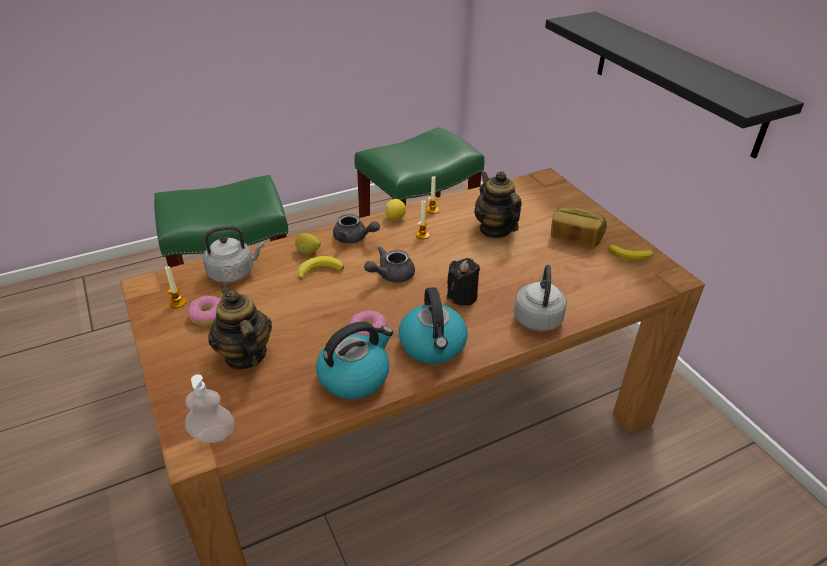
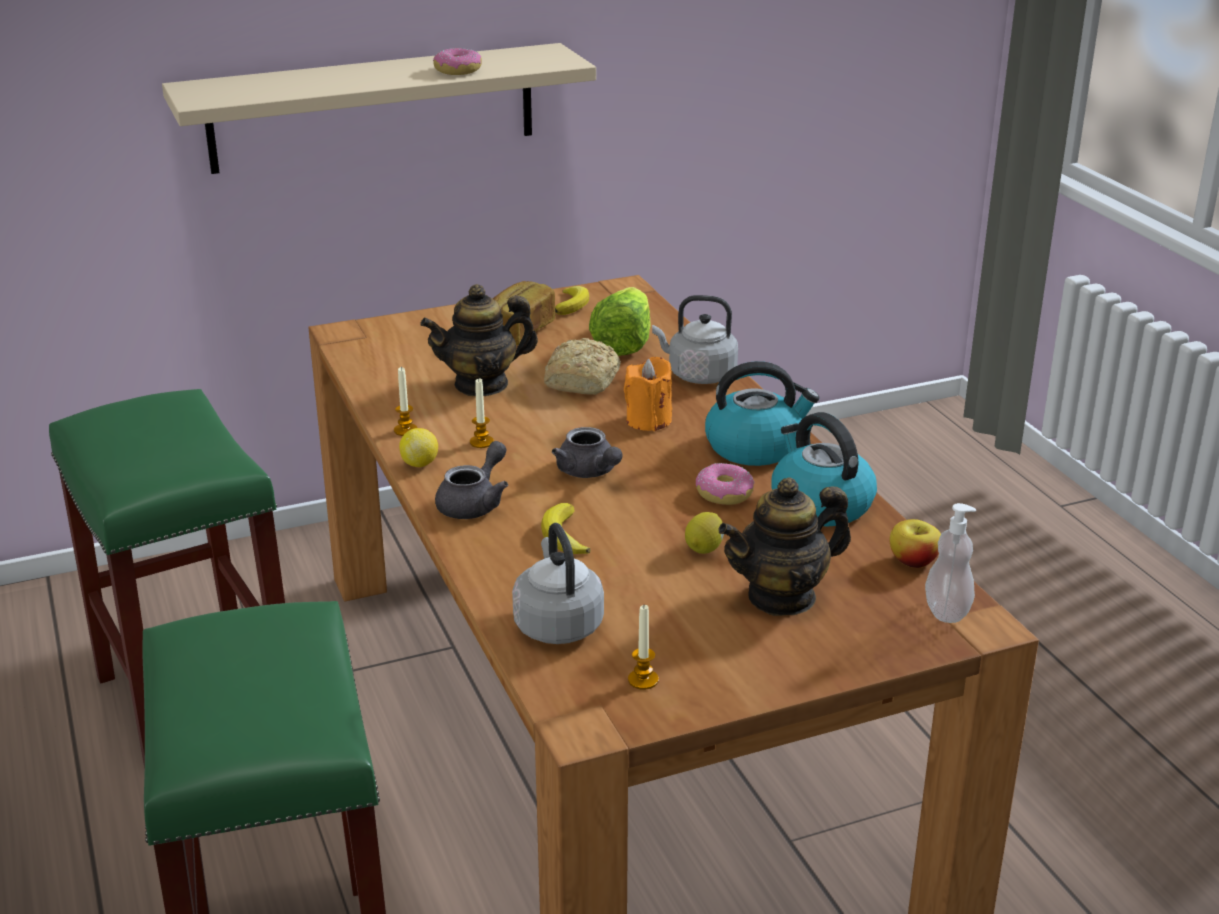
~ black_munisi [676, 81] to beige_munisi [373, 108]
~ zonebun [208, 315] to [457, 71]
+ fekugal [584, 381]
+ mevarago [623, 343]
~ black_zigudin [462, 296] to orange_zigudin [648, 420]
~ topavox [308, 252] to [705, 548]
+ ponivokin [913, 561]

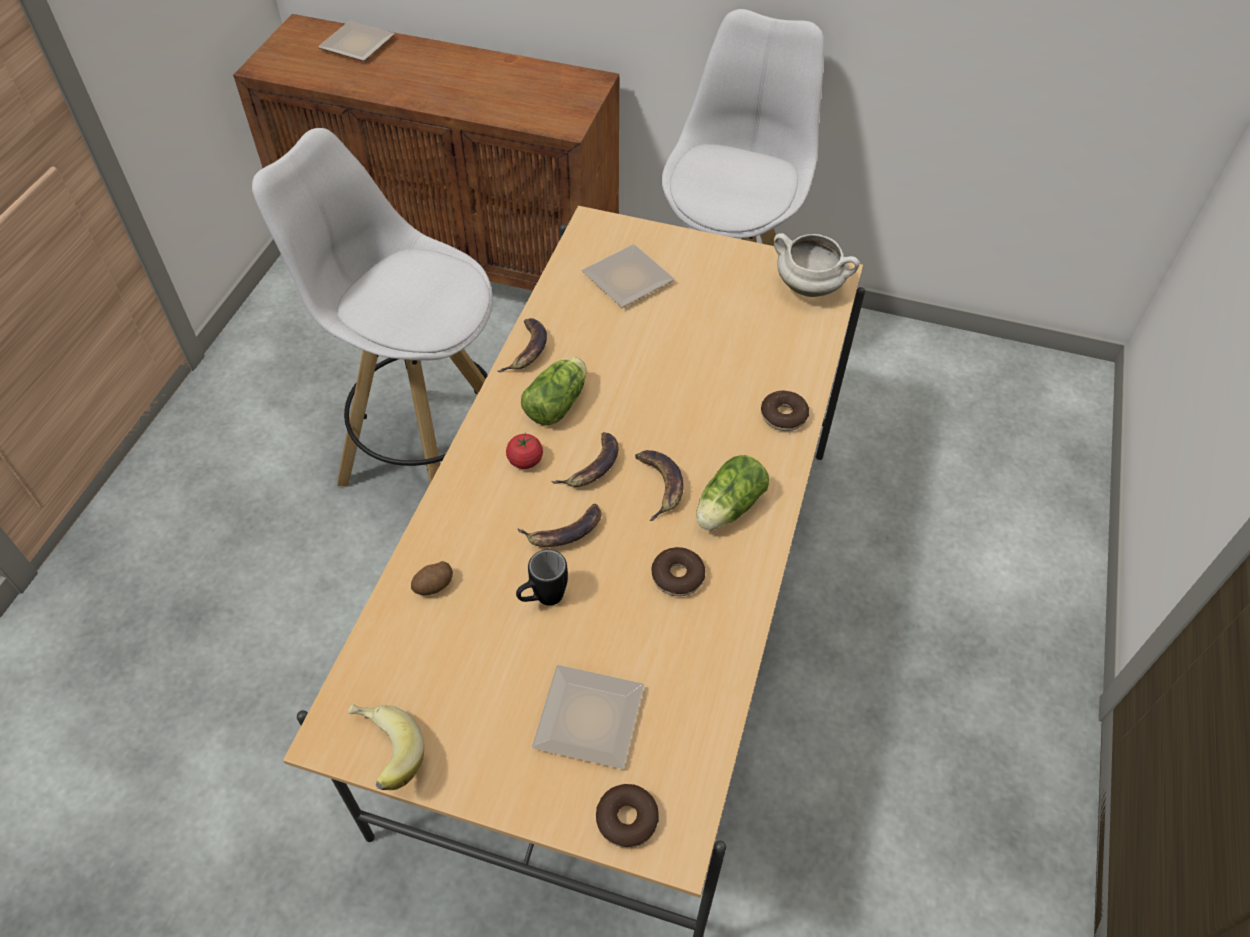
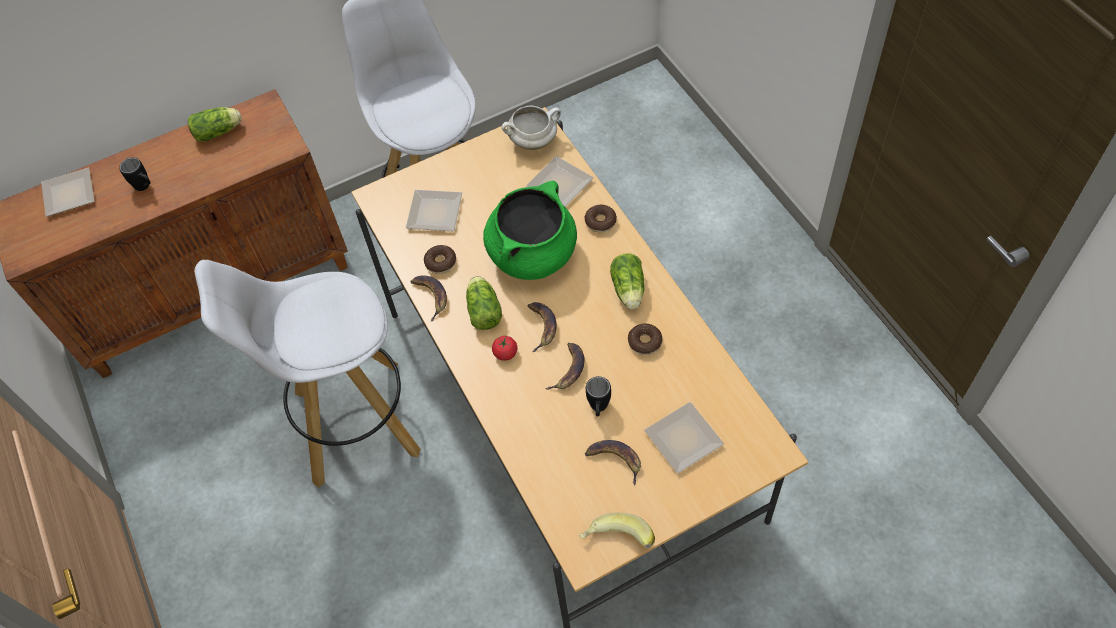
+ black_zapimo [145, 187]
+ mevarago [220, 132]
~ zonebun [627, 819] to [441, 262]
+ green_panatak [532, 254]
+ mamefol [562, 184]
~ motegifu [659, 485] to [615, 460]
- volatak [434, 586]

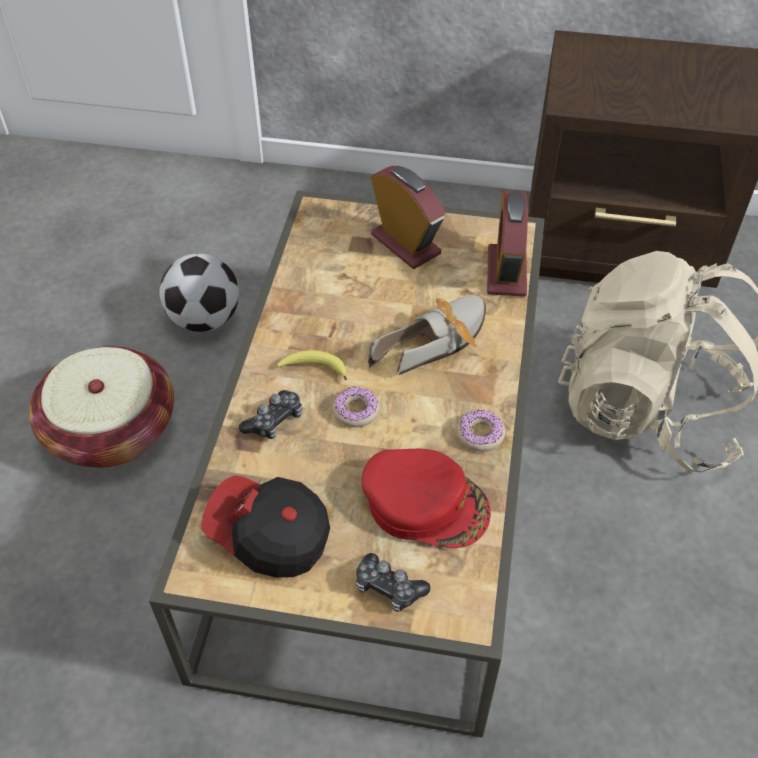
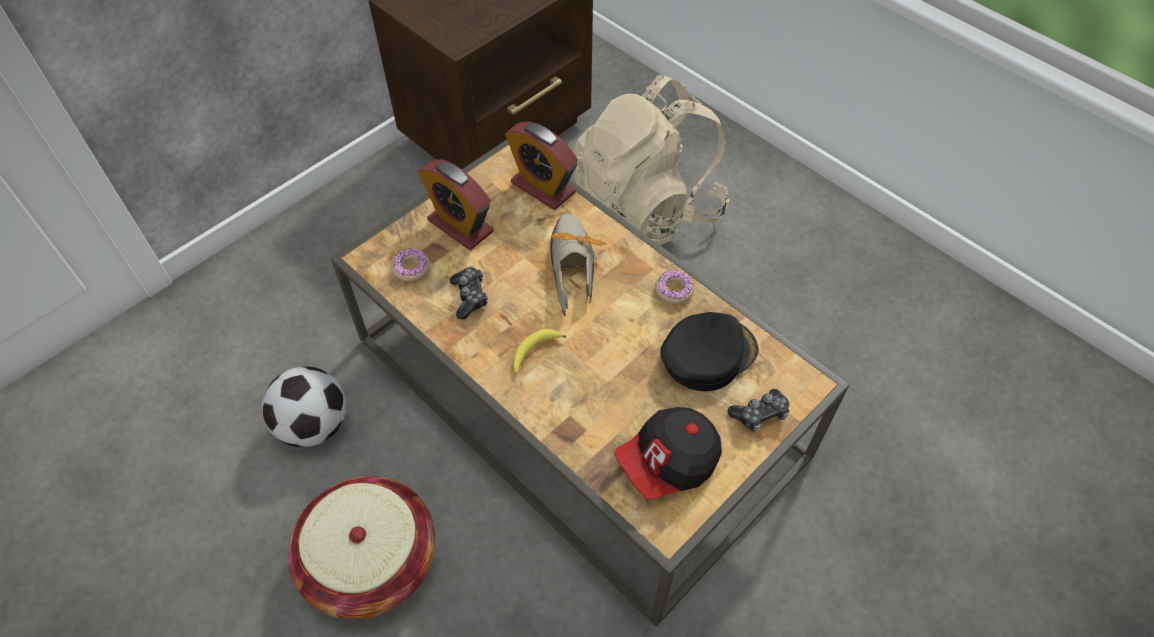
~ zonebun [356, 411] to [411, 268]
~ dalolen [405, 244] = [460, 226] 135 degrees counterclockwise
~ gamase [274, 421] to [470, 296]
~ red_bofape [425, 503] to black_bofape [707, 354]

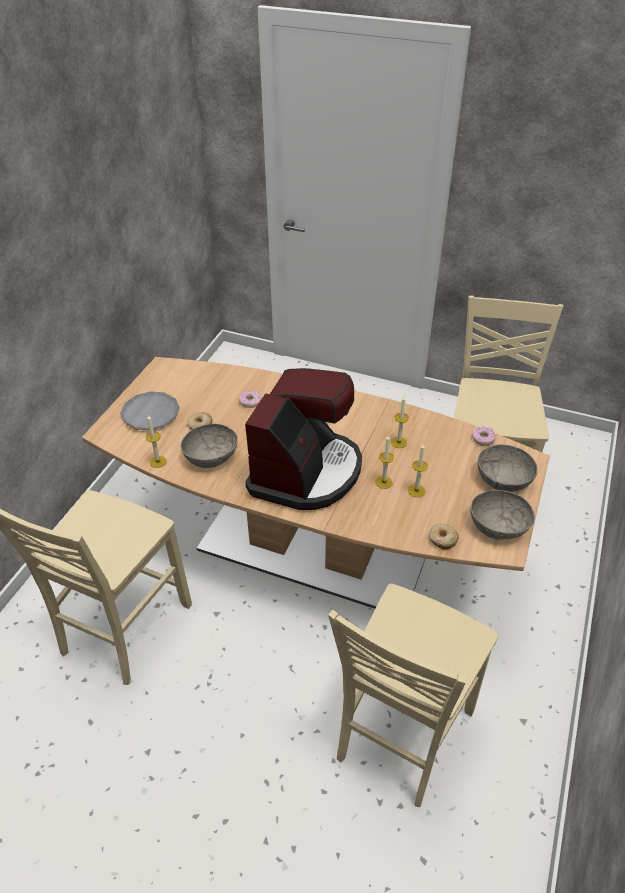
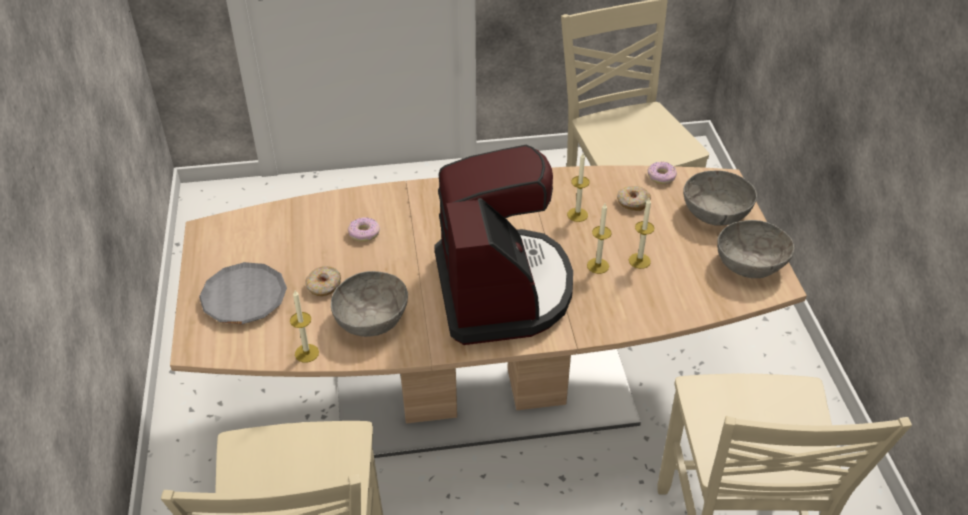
~ zonebun [442, 539] to [632, 203]

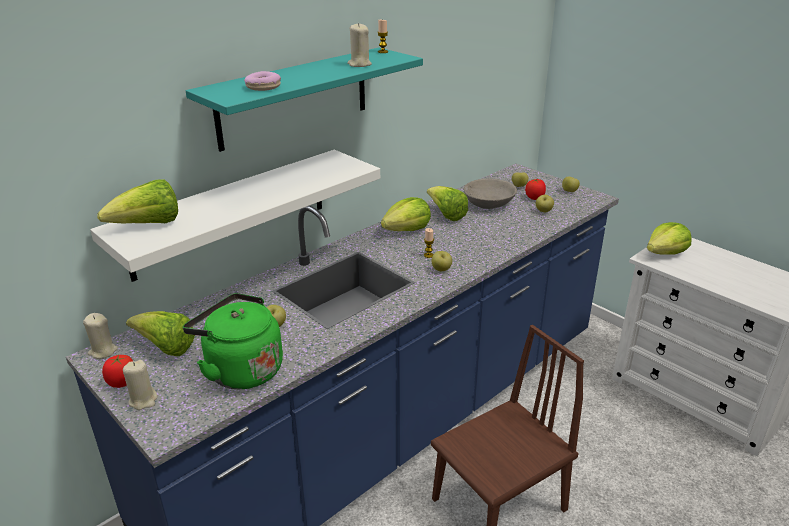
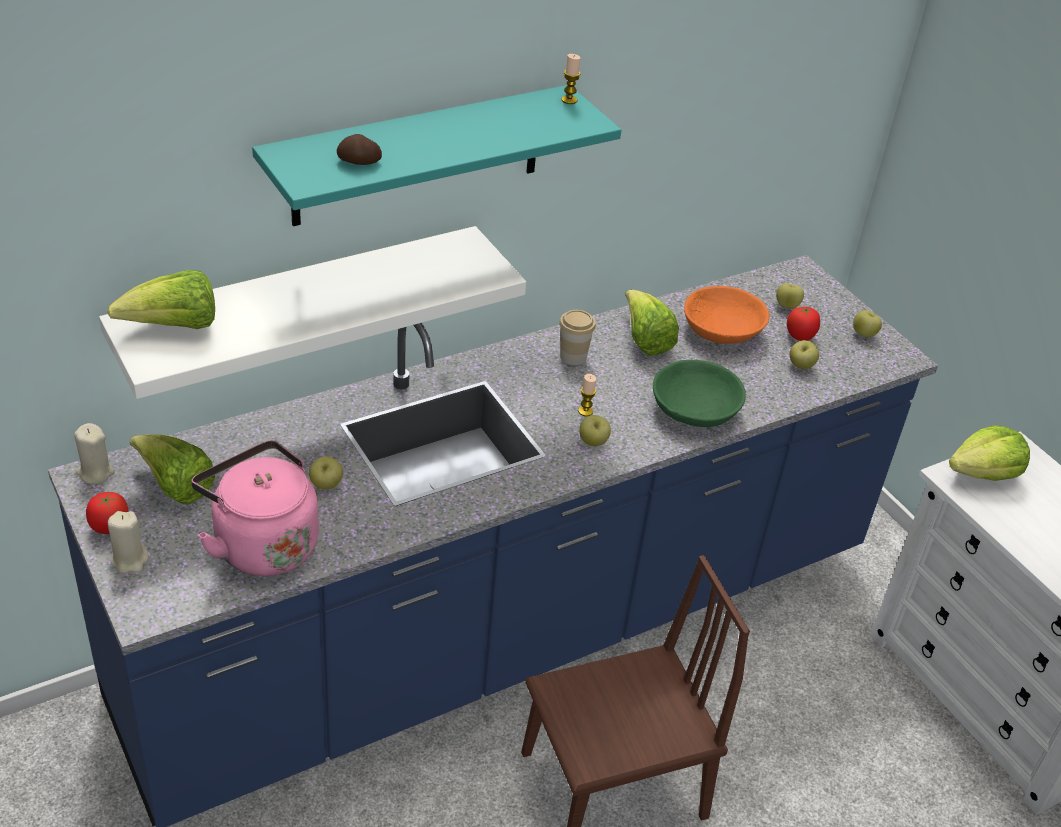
~ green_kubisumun [241, 369] to pink_kubisumun [261, 543]
~ zonebun [263, 87] to volatak [359, 162]
~ mevarago [407, 230] to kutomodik [573, 356]
+ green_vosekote [695, 409]
~ grey_vosekote [489, 203] to orange_vosekote [722, 330]
- beige_zigudin [359, 64]

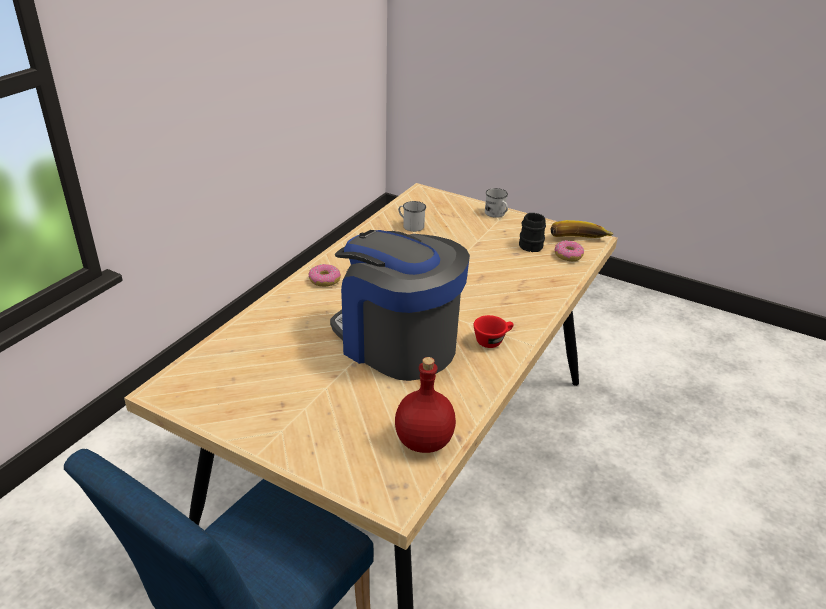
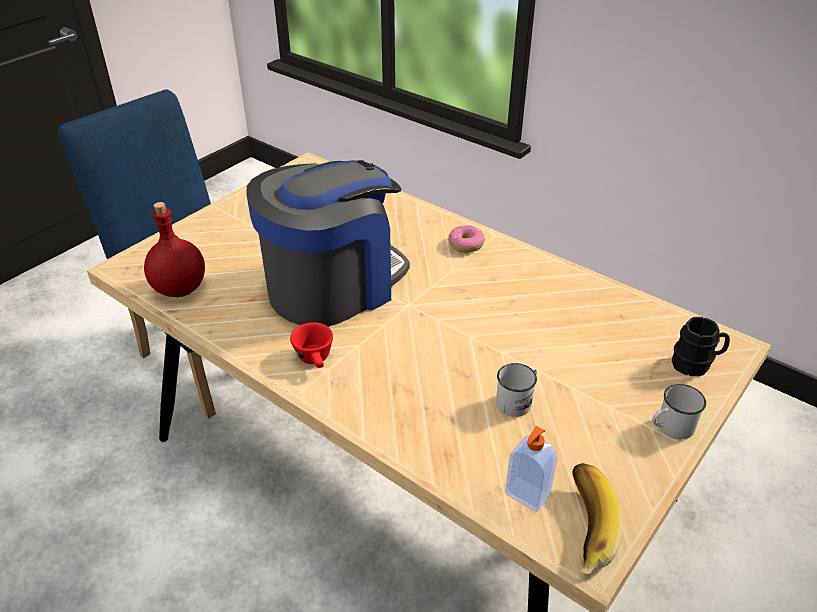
~ white_zapimo [410, 225] to [517, 400]
~ zonebun [568, 255] to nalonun [526, 495]
~ black_zapimo [529, 244] to [696, 364]

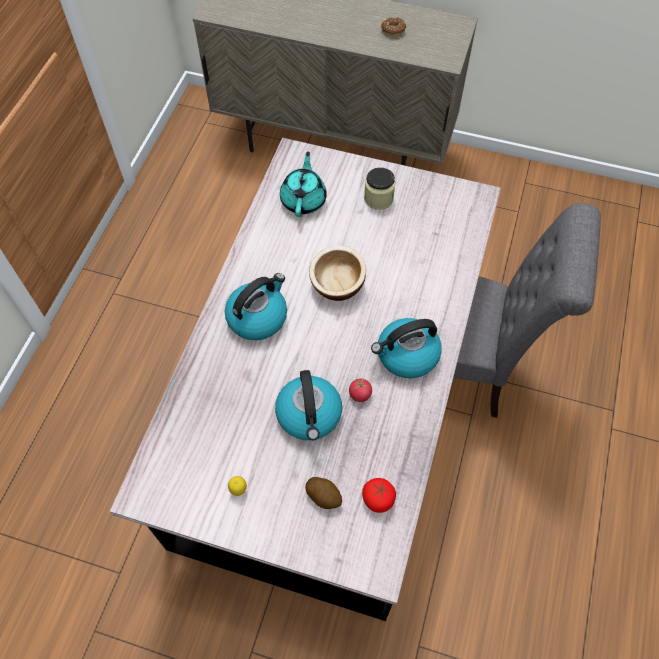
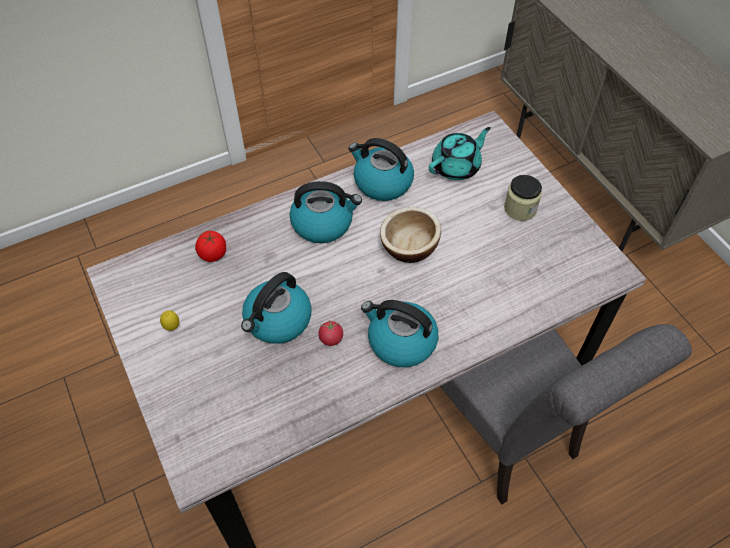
~ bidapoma [378, 499] to [213, 254]
+ kubisumun [382, 182]
- volatak [324, 496]
- zonebun [393, 30]

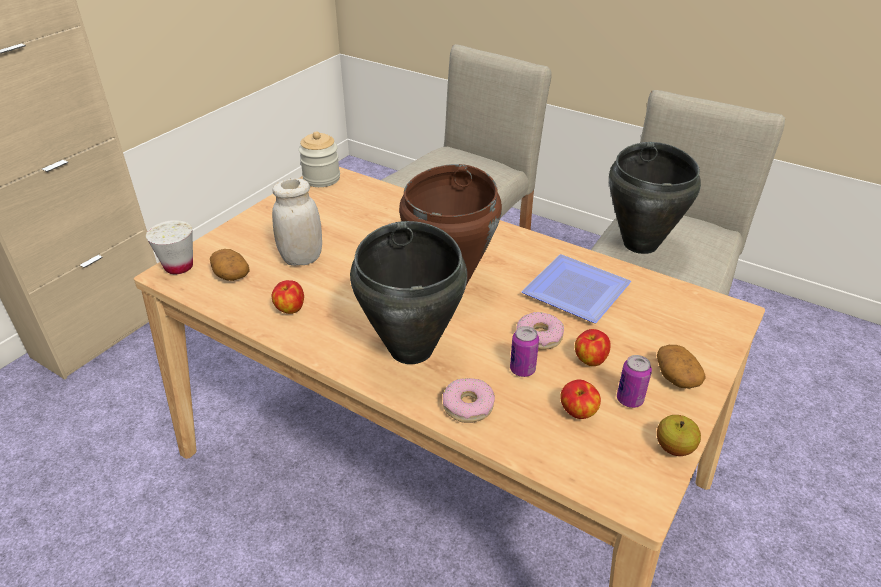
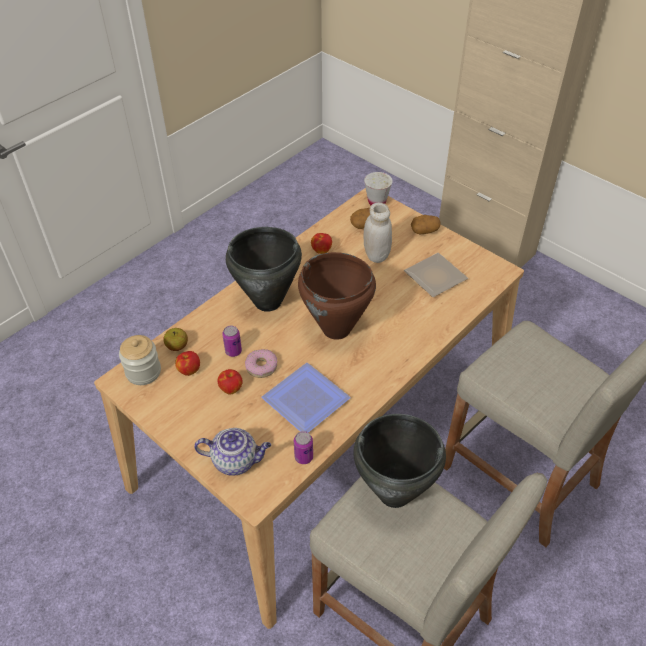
~ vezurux [321, 179] to [143, 372]
~ ponivokin [674, 447] to [177, 346]
+ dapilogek [236, 460]
~ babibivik [629, 399] to [304, 457]
+ mamefol [435, 279]
~ volatak [676, 377] to [425, 230]
- zonebun [468, 405]

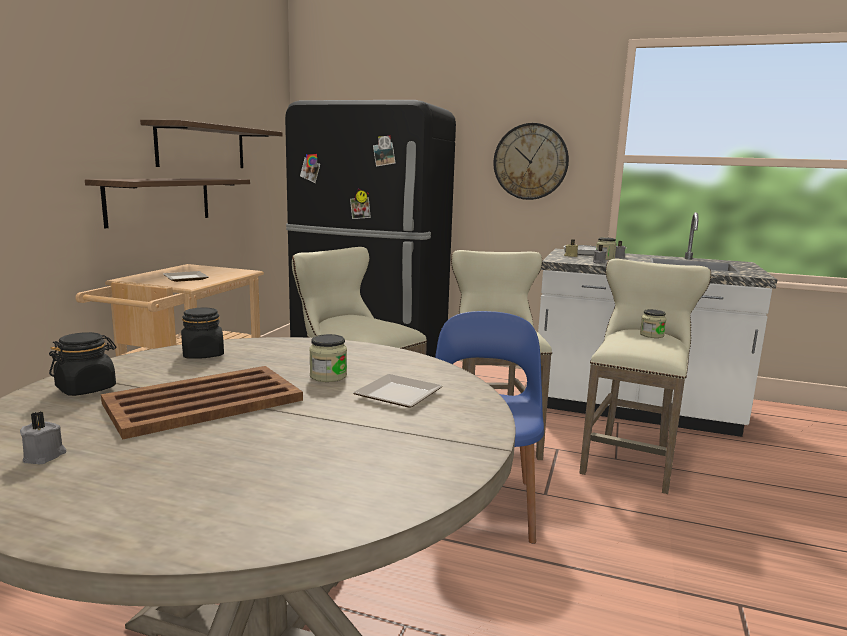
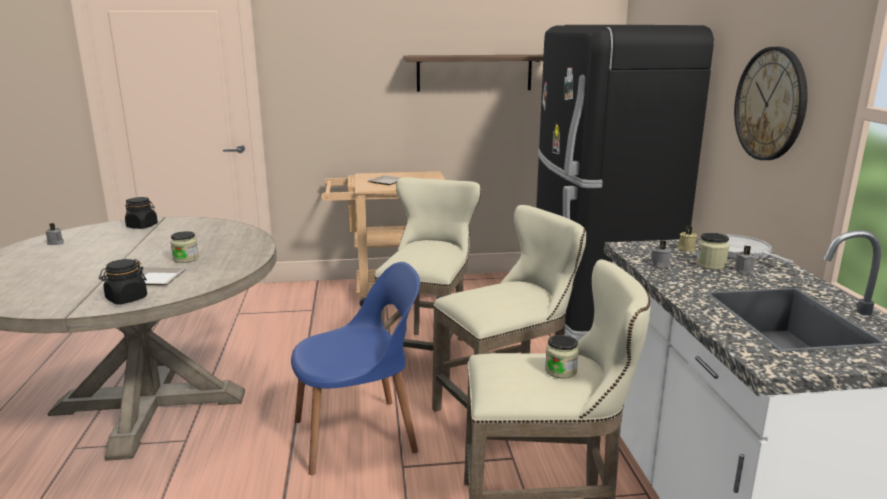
~ black_vezurux [203, 355] to [126, 299]
- munisi [159, 200]
- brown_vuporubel [202, 402]

